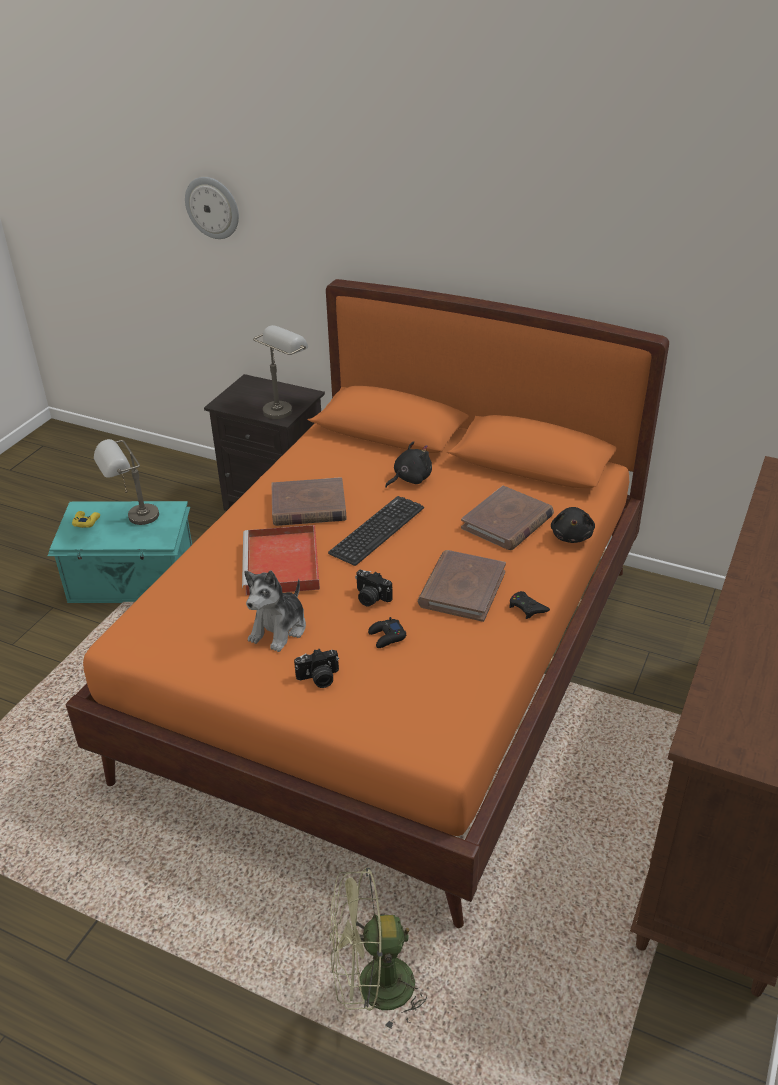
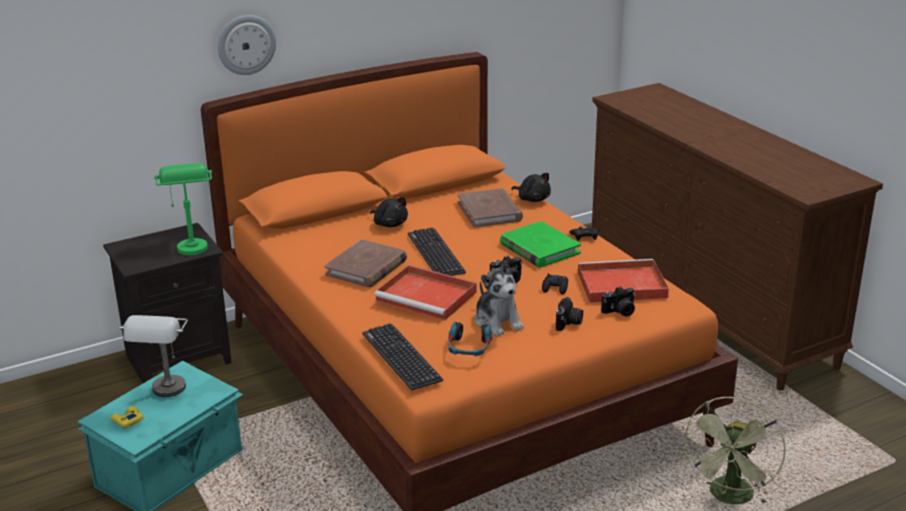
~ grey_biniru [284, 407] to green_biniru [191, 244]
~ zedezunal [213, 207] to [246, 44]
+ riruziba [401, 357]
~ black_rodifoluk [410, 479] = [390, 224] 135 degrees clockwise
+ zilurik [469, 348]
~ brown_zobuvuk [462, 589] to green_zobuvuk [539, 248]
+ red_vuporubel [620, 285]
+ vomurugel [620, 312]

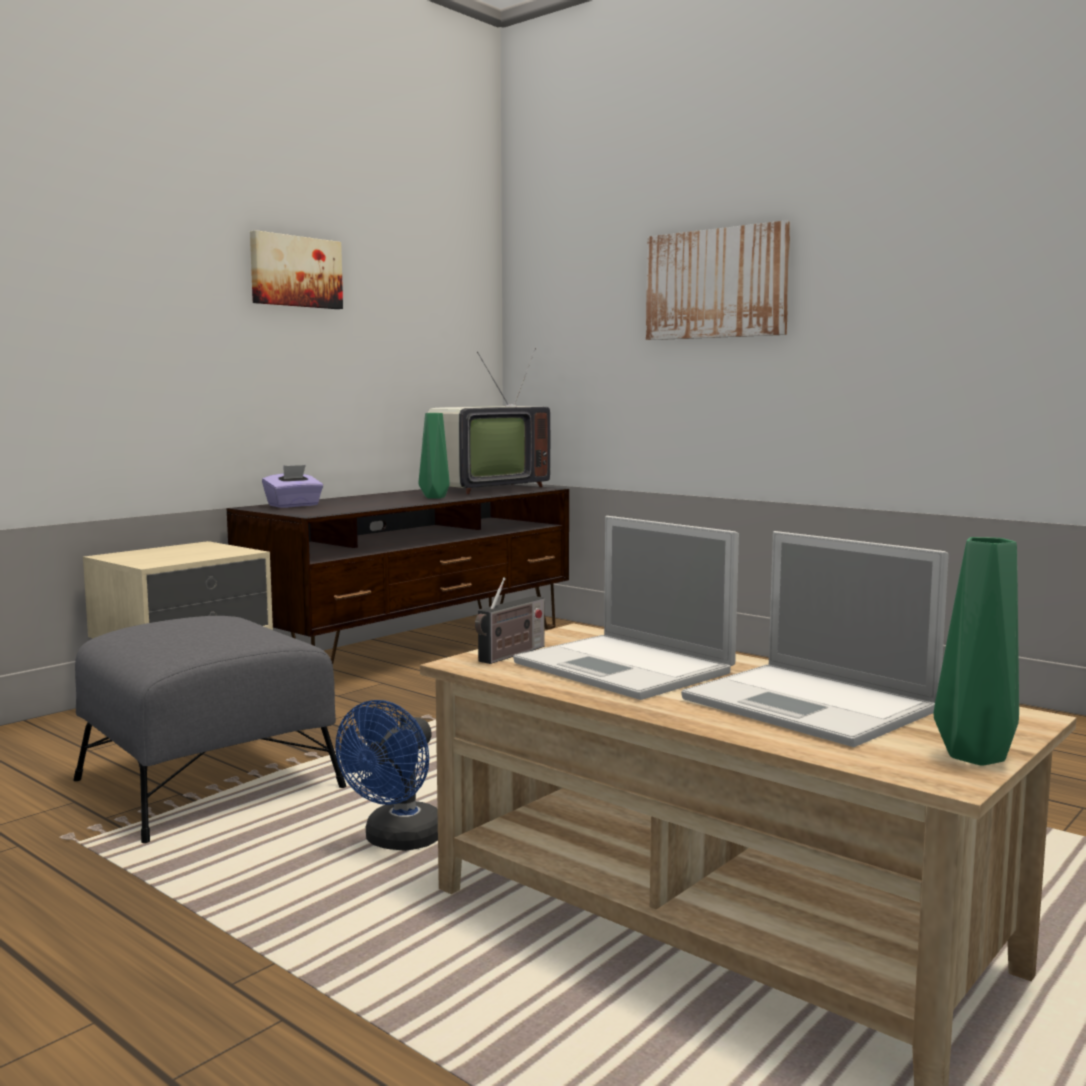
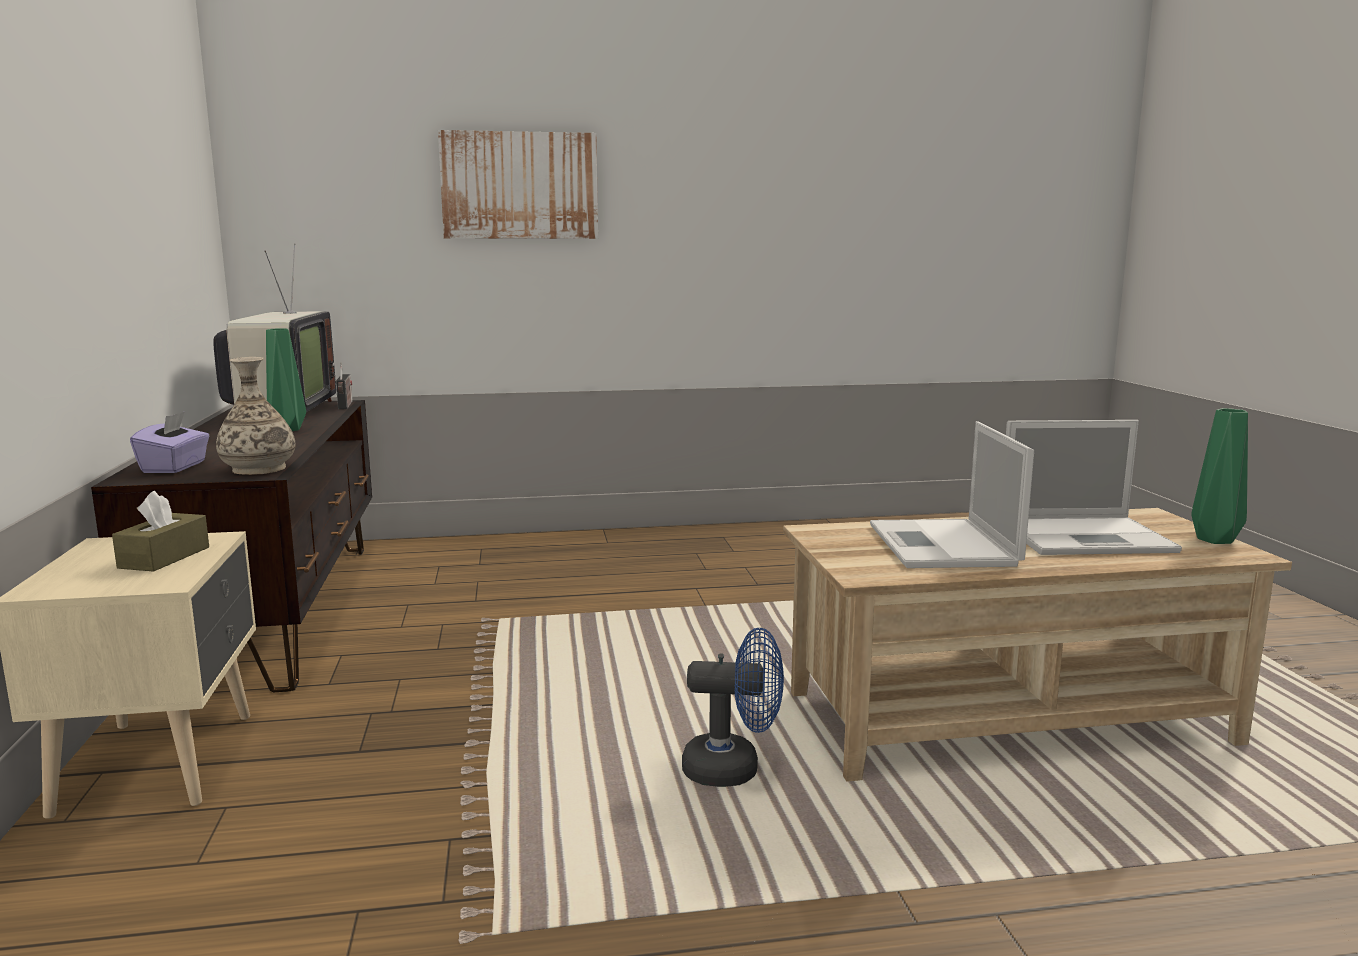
+ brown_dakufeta [164, 557]
+ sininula [258, 469]
~ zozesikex [510, 655] to [346, 405]
~ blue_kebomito [398, 841] = [734, 769] 60 degrees counterclockwise
~ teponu [626, 668] = [944, 546] 90 degrees clockwise
- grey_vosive [208, 784]
- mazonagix [295, 271]

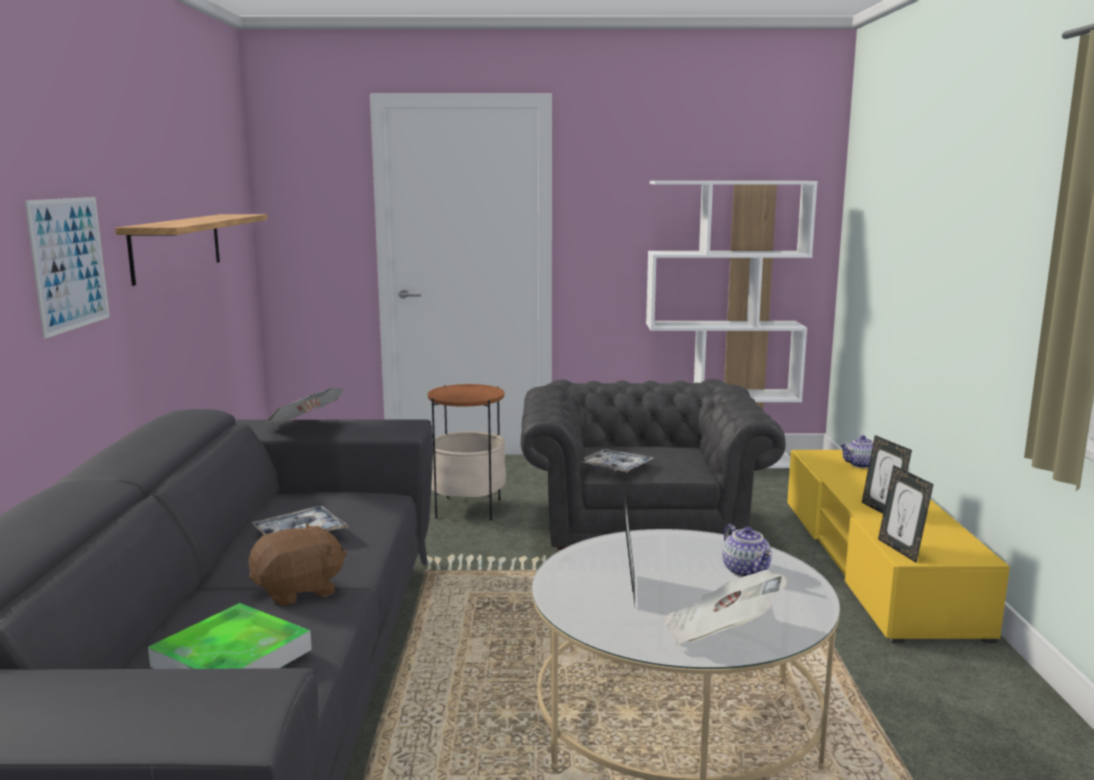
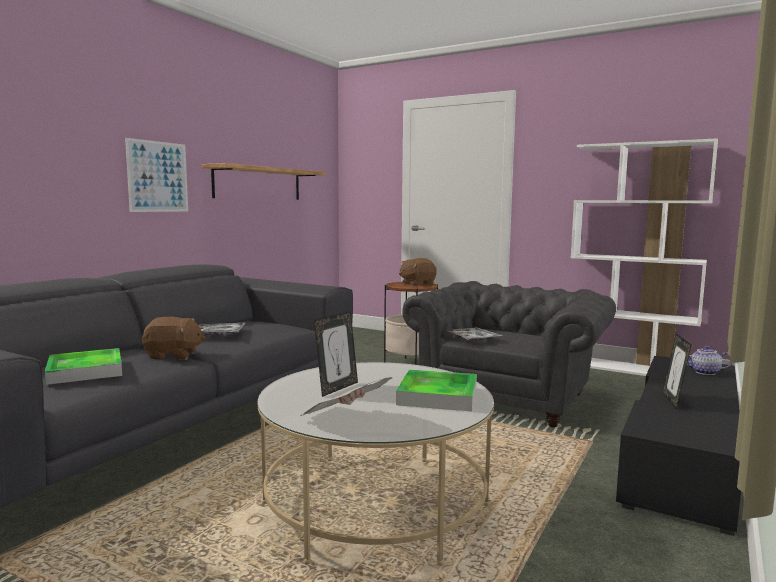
~ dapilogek [747, 571] to vuporubel [438, 395]
+ brown_rodifoluk [417, 284]
~ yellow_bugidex [875, 563] to black_bugidex [682, 453]
- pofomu [305, 426]
- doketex [900, 550]

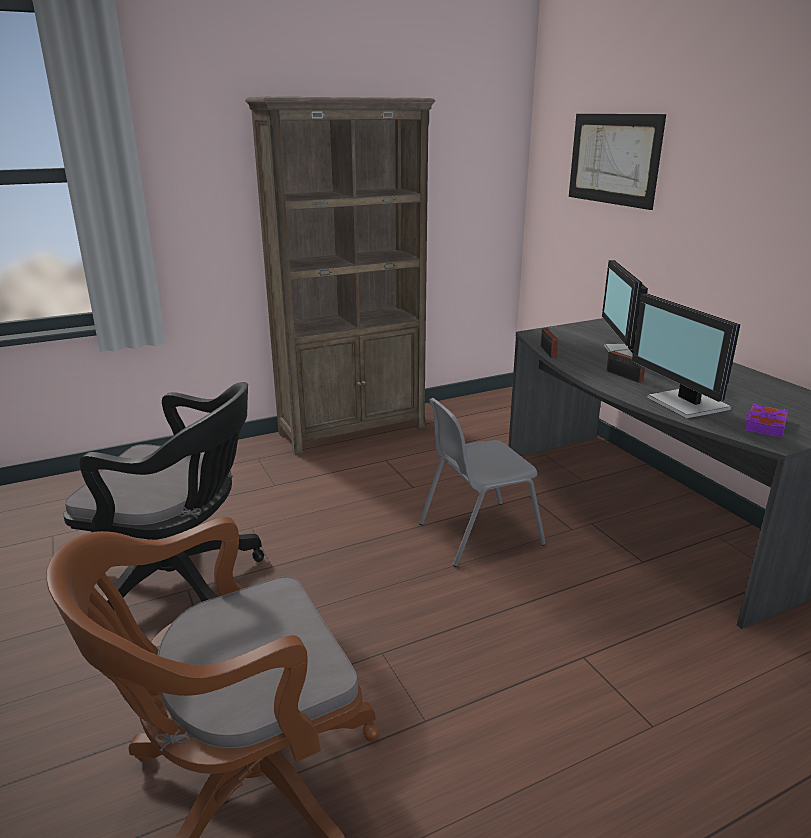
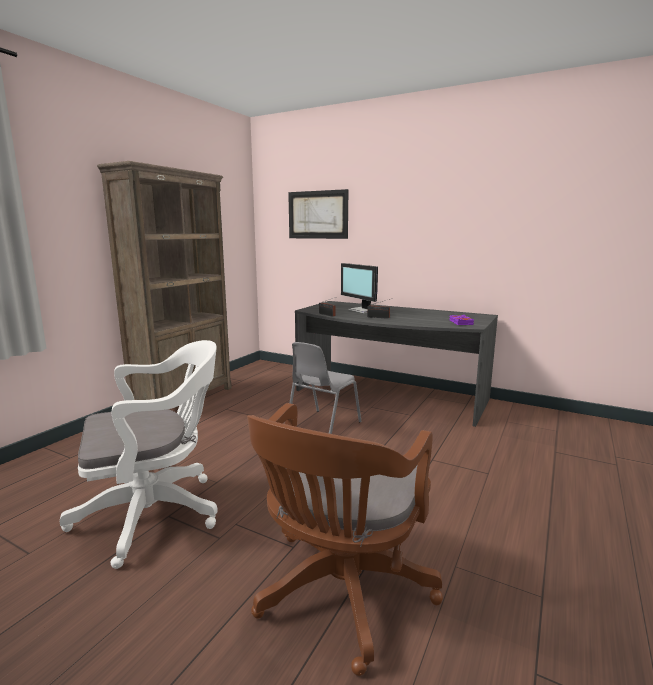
~ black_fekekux [182, 580] to white_fekekux [157, 512]
- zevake [686, 404]

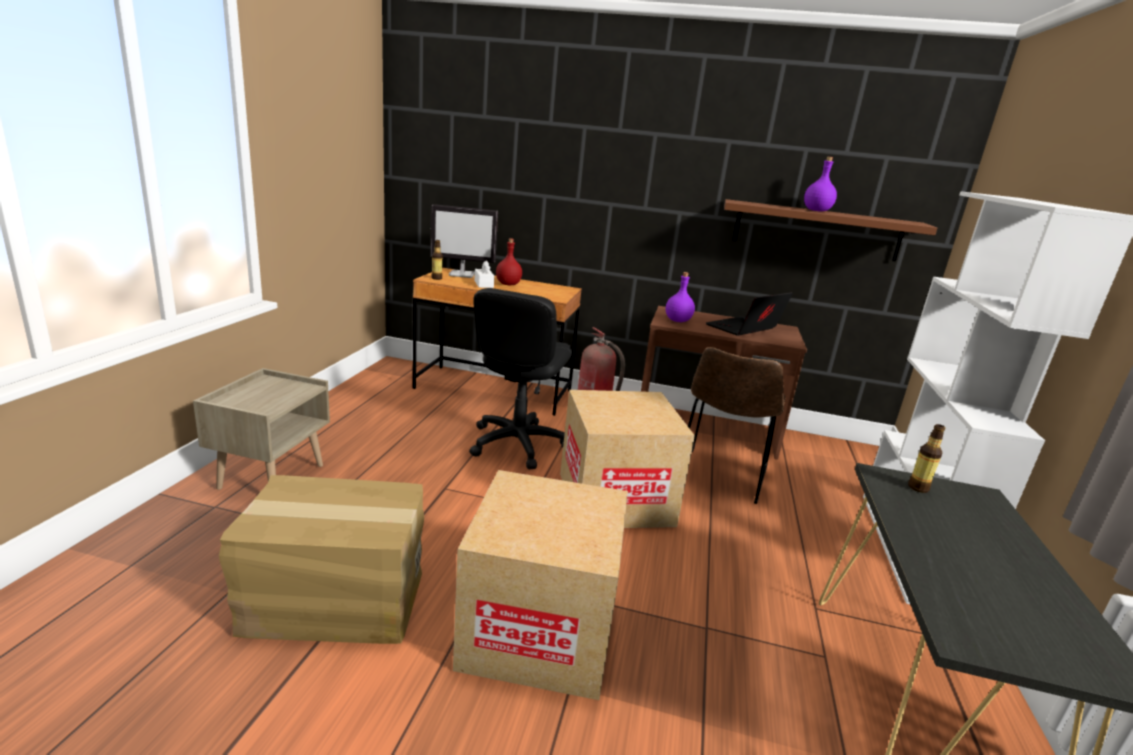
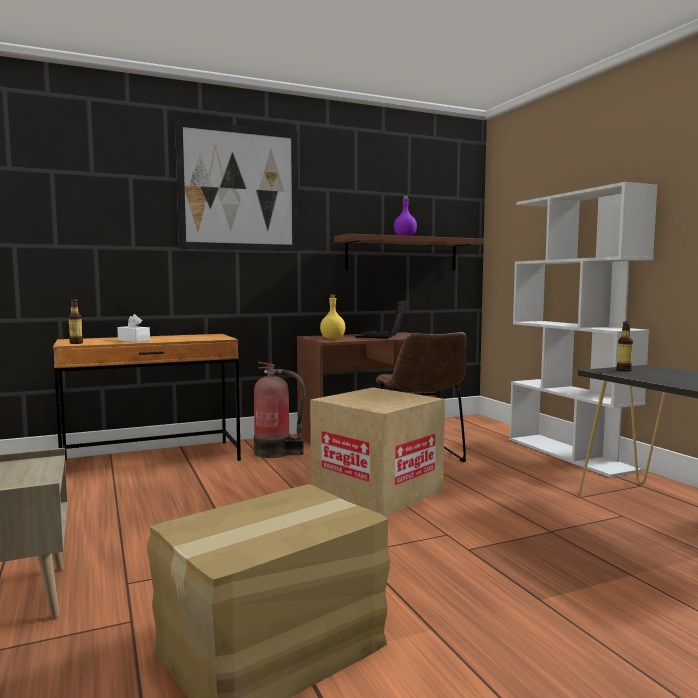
+ mazonagix [239, 188]
~ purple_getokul [677, 320] to yellow_getokul [332, 339]
- zevake [462, 274]
- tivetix [539, 630]
- black_fekekux [517, 444]
- red_getokul [508, 284]

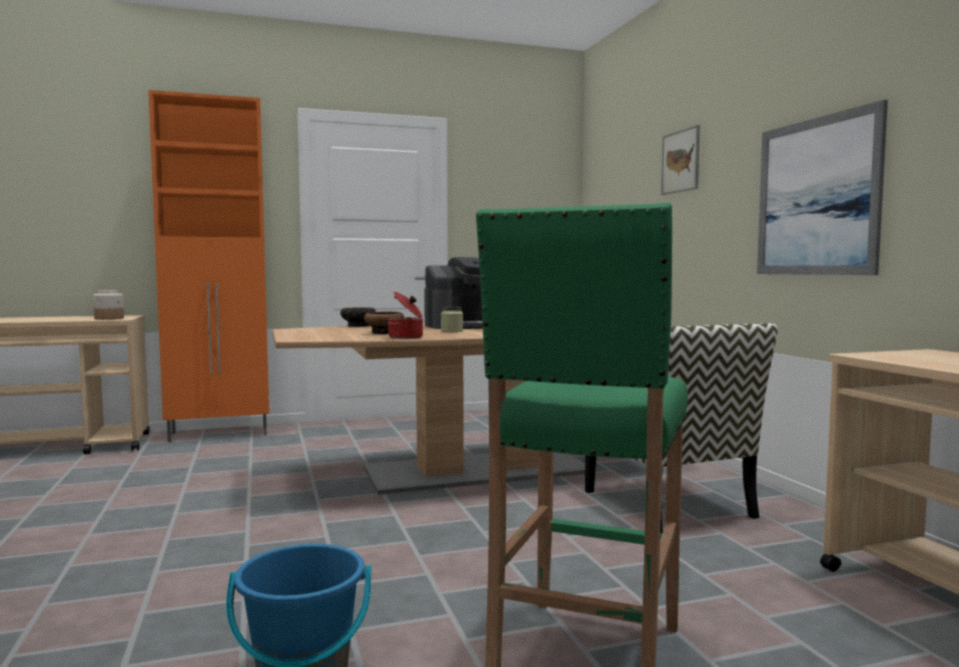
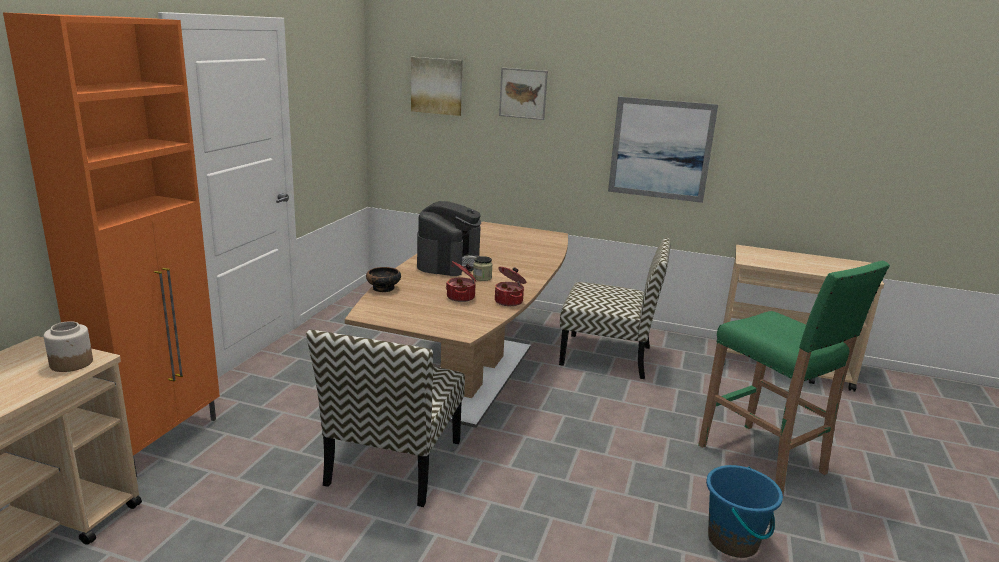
+ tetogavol [394, 464]
+ mazonagix [437, 86]
~ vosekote [384, 333] to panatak [461, 297]

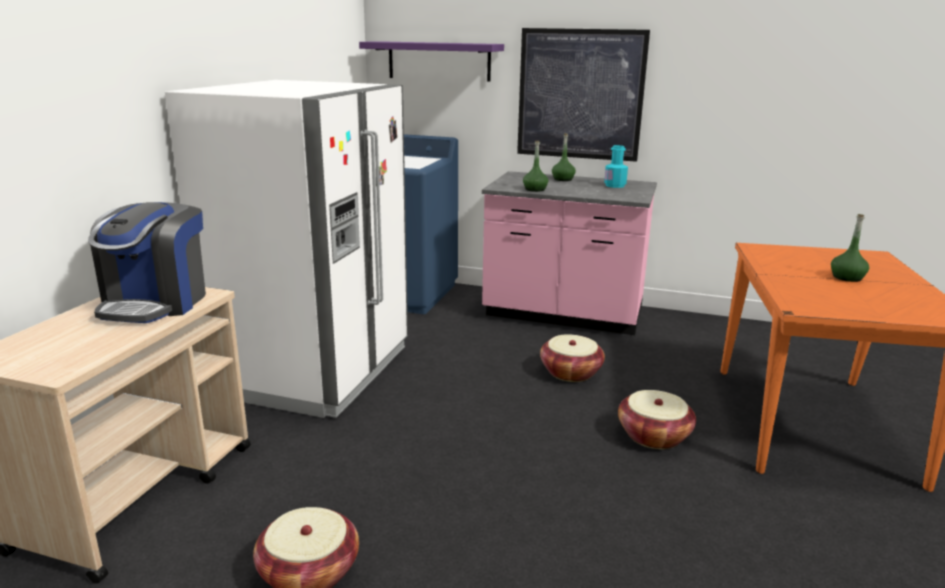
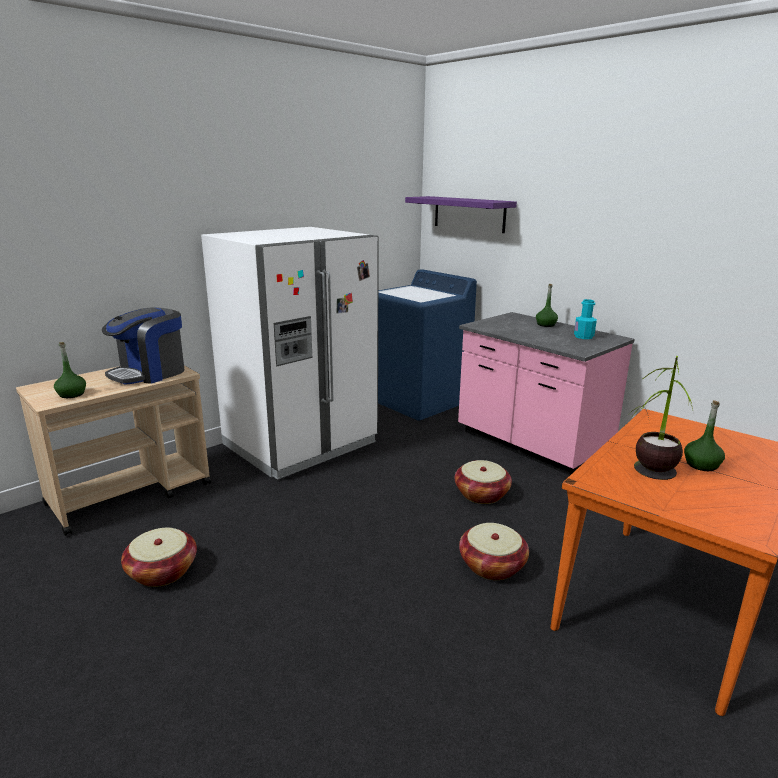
~ green_getokul [535, 189] to [72, 394]
+ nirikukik [651, 480]
- mazonagix [580, 95]

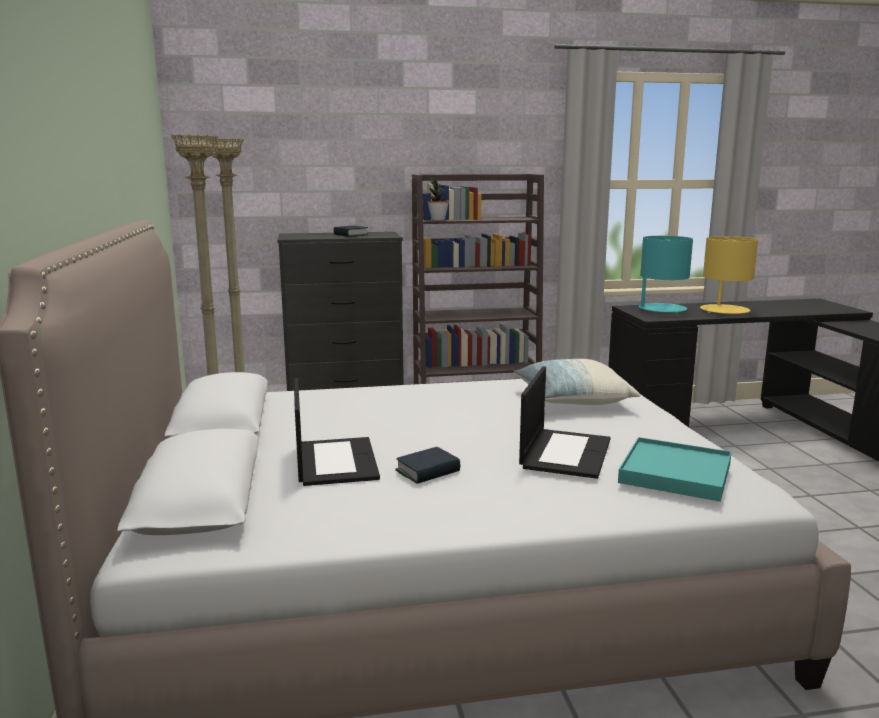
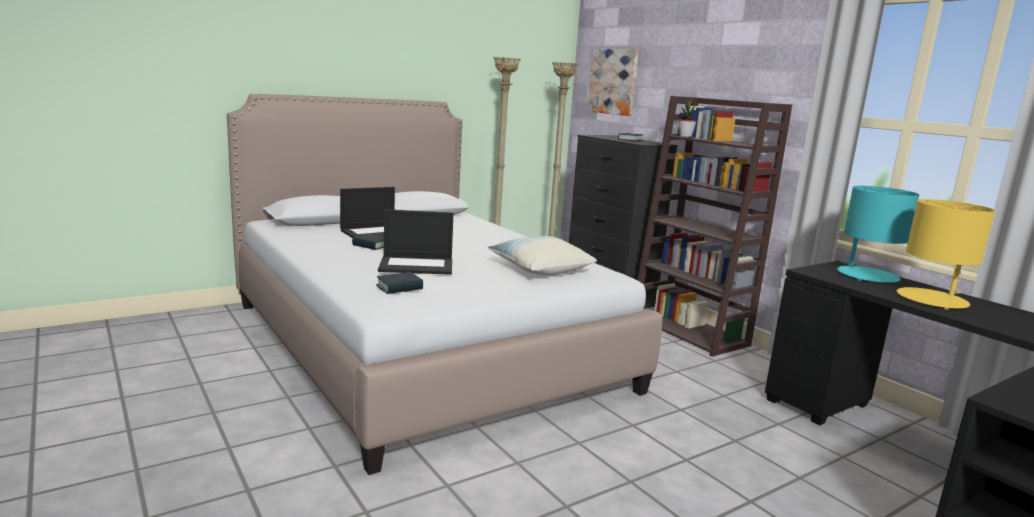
~ turquoise_vuporubel [675, 473] to zobuvuk [399, 287]
+ mazonagix [613, 82]

